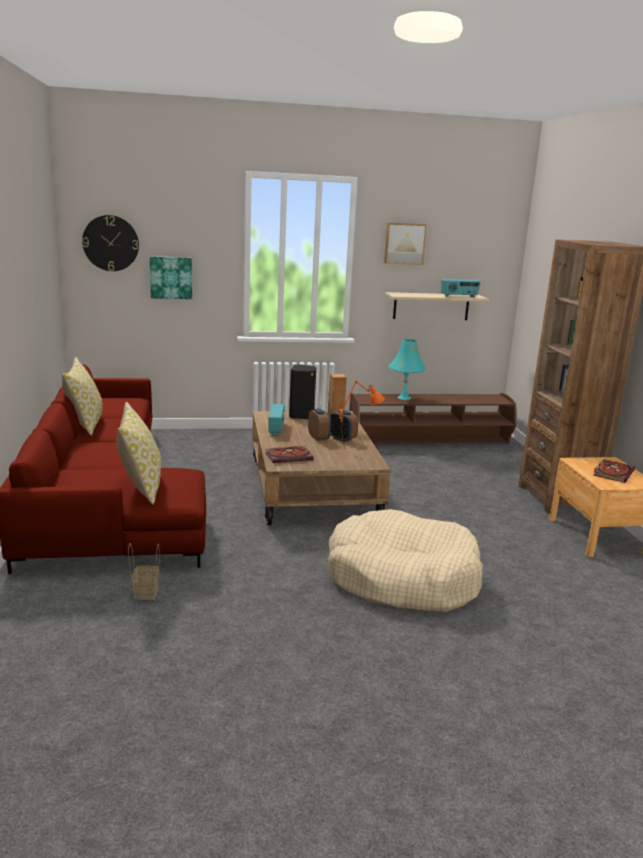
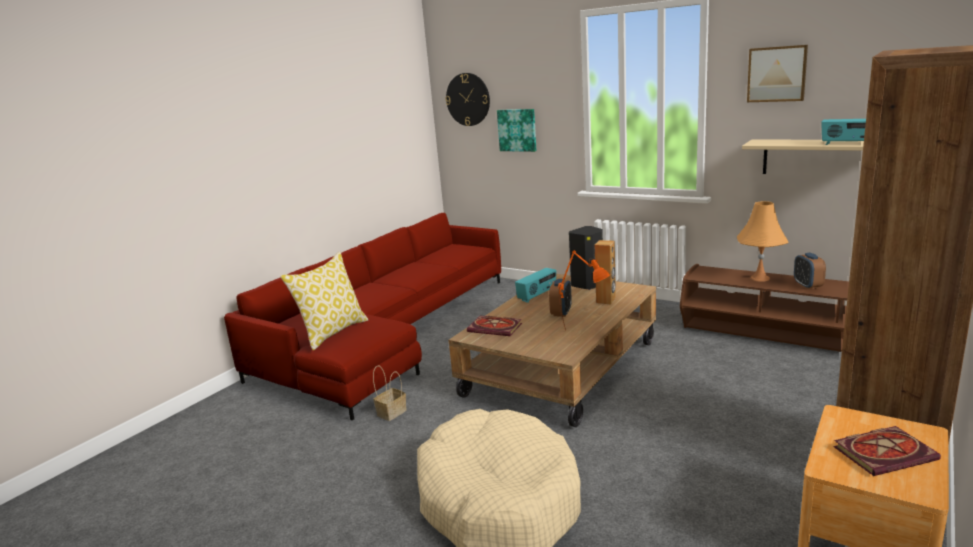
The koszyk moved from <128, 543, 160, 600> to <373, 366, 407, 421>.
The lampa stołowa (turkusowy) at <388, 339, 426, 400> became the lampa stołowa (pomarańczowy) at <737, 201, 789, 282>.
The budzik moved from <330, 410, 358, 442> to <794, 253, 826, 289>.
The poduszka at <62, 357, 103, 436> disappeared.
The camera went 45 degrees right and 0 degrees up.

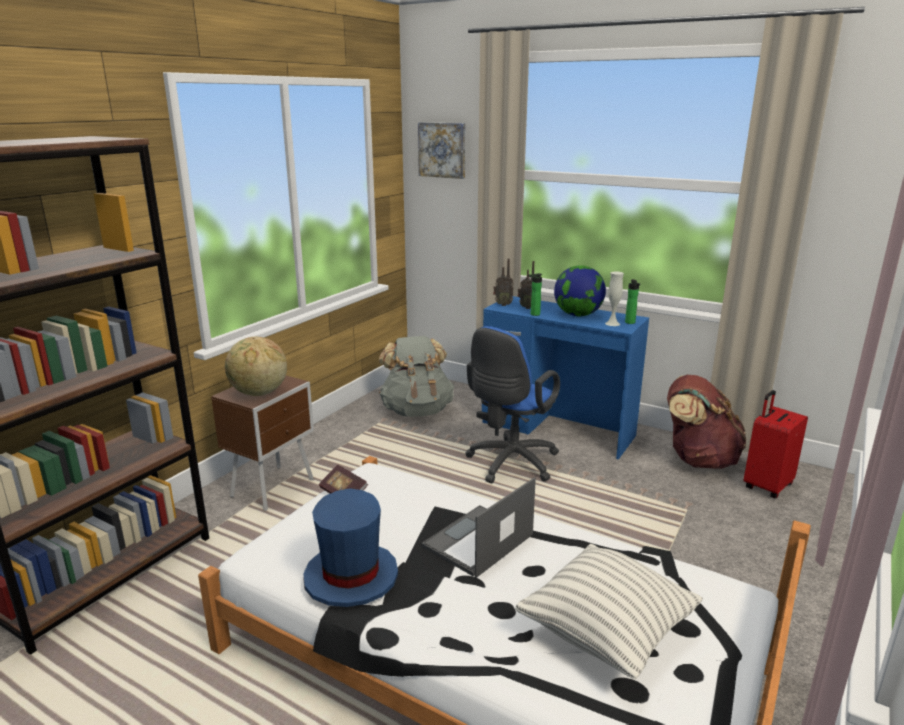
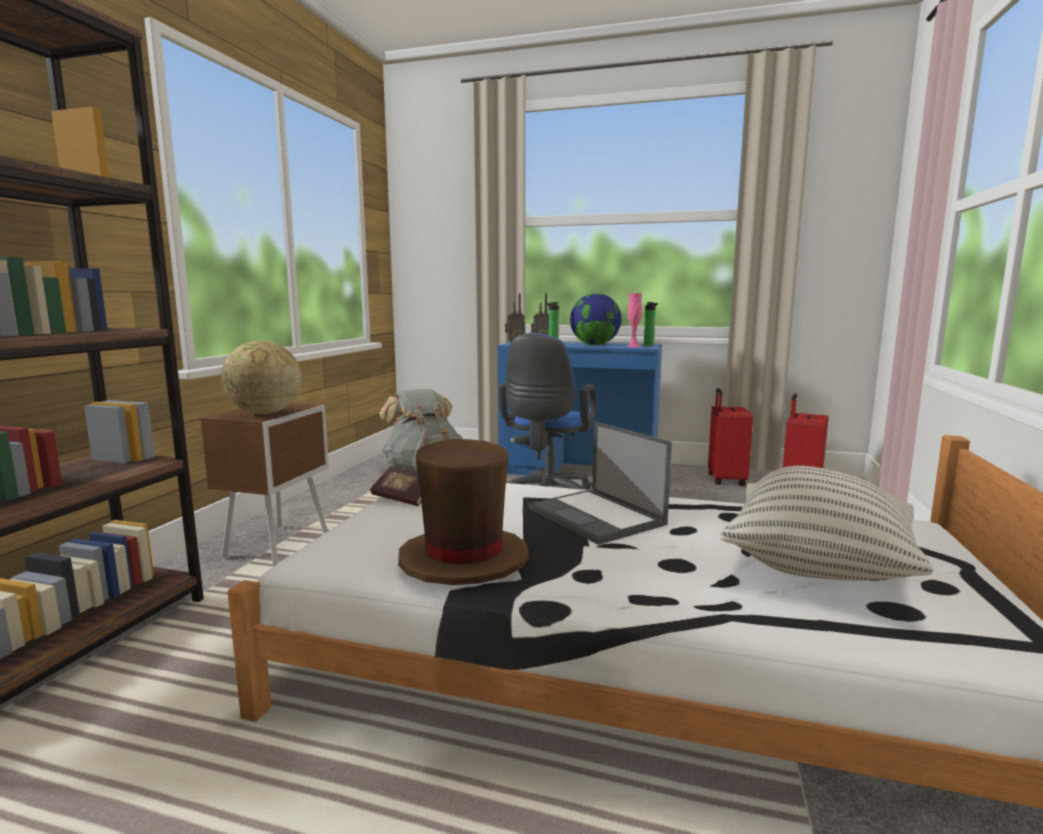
The kapelusz (niebieski) at <303, 488, 398, 607> became the kapelusz (brązowy) at <398, 439, 529, 585>.
The laptop at <422, 477, 536, 578> turned 60 degrees counterclockwise.
The wazon (biały) at <605, 271, 624, 326> became the wazon (różowy) at <626, 293, 642, 347>.
The plecak (brązowy) at <667, 375, 746, 469> was replaced by the walizka (czerwony) at <708, 388, 753, 486>.
The obraz at <418, 122, 465, 179> disappeared.
The camera went 15 degrees left and 10 degrees down.

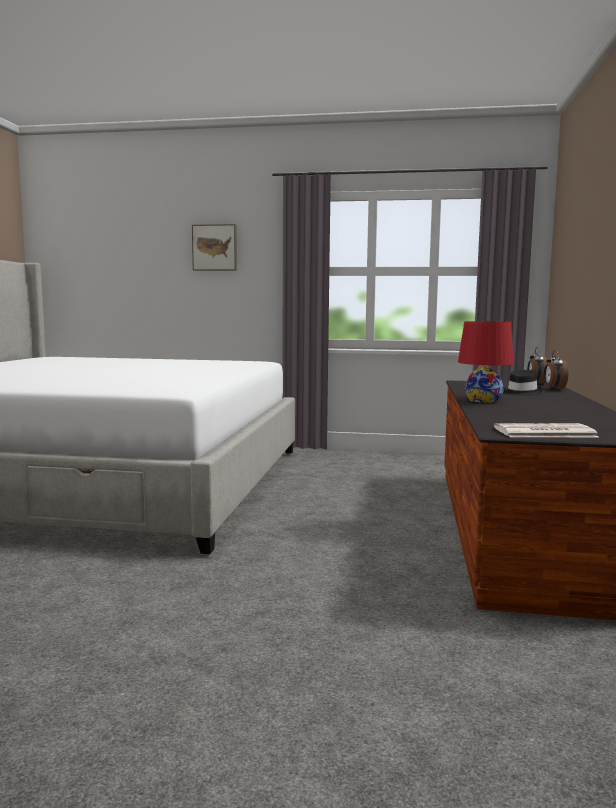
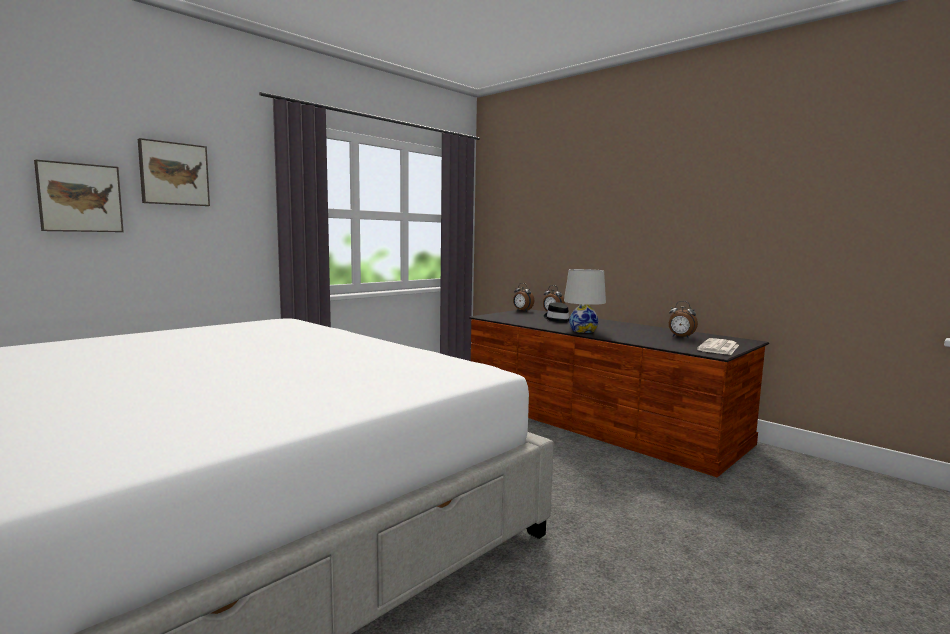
The obraz at <34, 159, 124, 232> appeared.
The lampa stołowa (czerwony) at <458, 321, 514, 403> became the lampa stołowa (biały) at <564, 269, 606, 333>.
The budzik at <669, 301, 698, 338> appeared.
The camera went 55 degrees left and 0 degrees up.

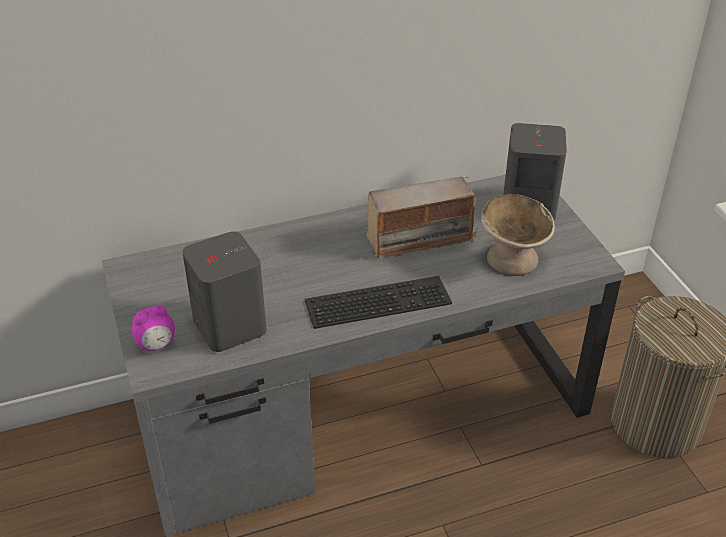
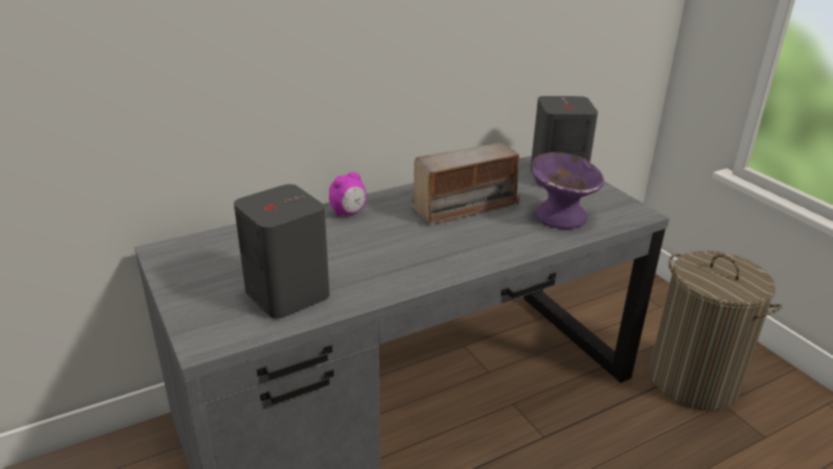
The budzik moved from <132, 305, 175, 351> to <329, 172, 367, 217>.
The miska (beżowy) at <481, 194, 555, 276> became the miska (fioletowy) at <532, 152, 604, 229>.
The klawiatura at <305, 276, 452, 329> disappeared.
The camera went 10 degrees left and 10 degrees down.

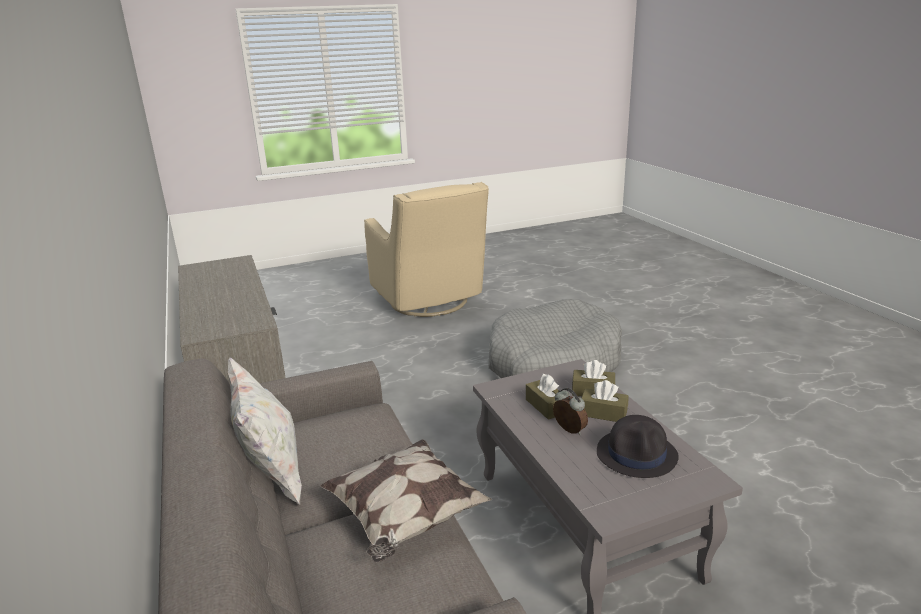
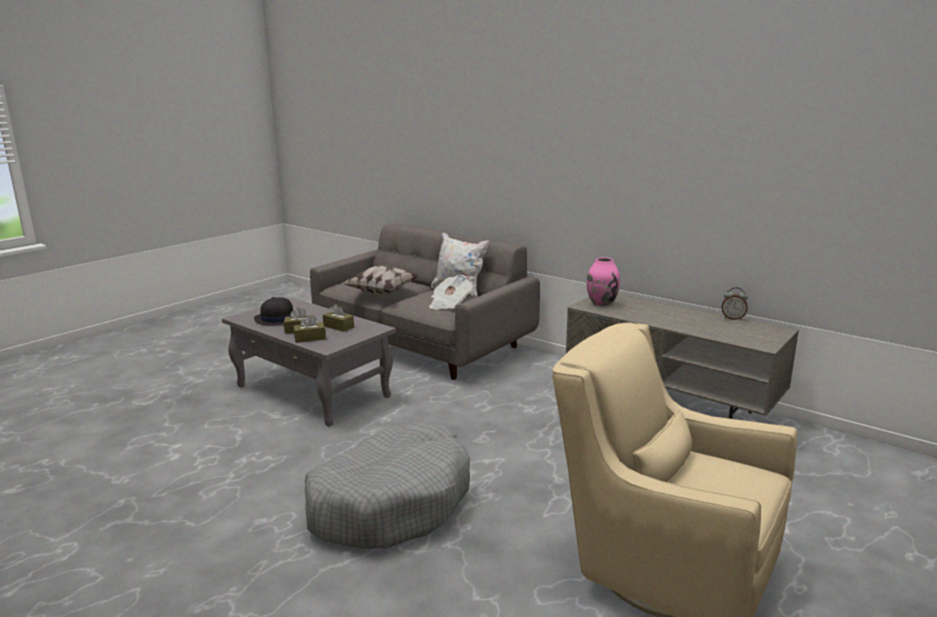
The gazeta at <429, 275, 473, 310> appeared.
The wazon (różowy) at <587, 257, 620, 306> appeared.
The budzik moved from <553, 388, 588, 435> to <722, 287, 748, 320>.
The camera went 150 degrees right and 5 degrees down.

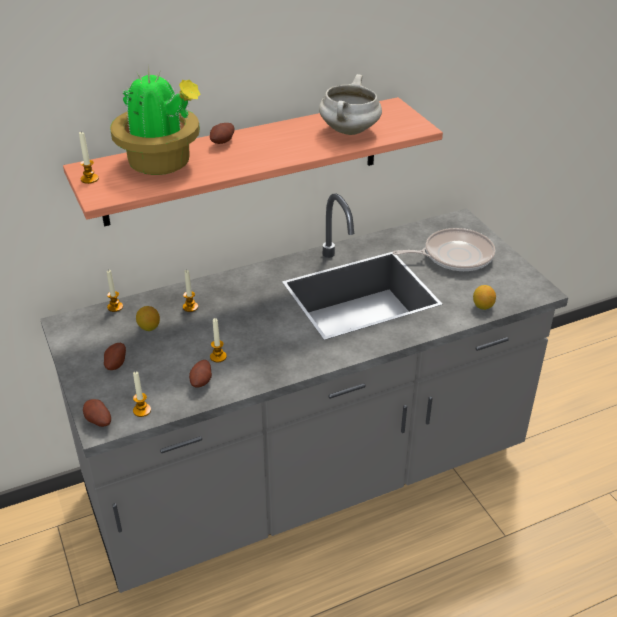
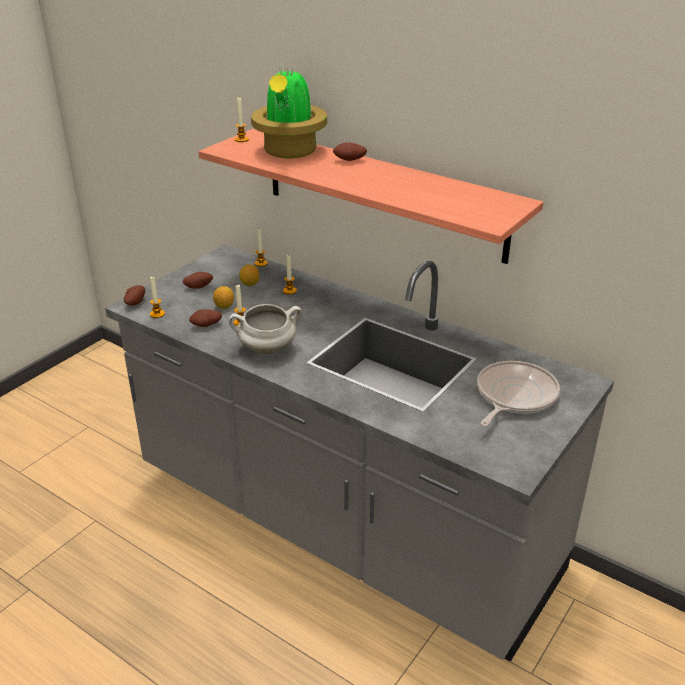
The cytryna moved from <473, 285, 496, 310> to <213, 286, 234, 309>.
The garnek (biały) moved from <319, 74, 382, 135> to <228, 304, 301, 354>.
The patelnia at <393, 228, 495, 271> turned 105 degrees counterclockwise.
The camera went 60 degrees right and 5 degrees down.

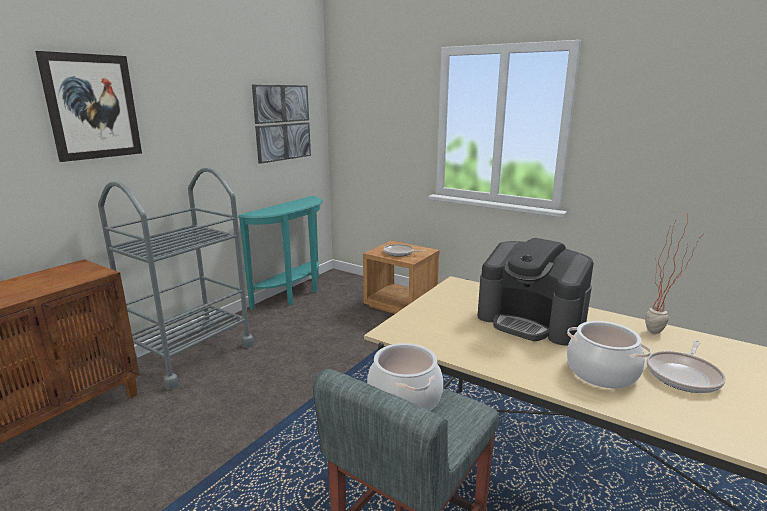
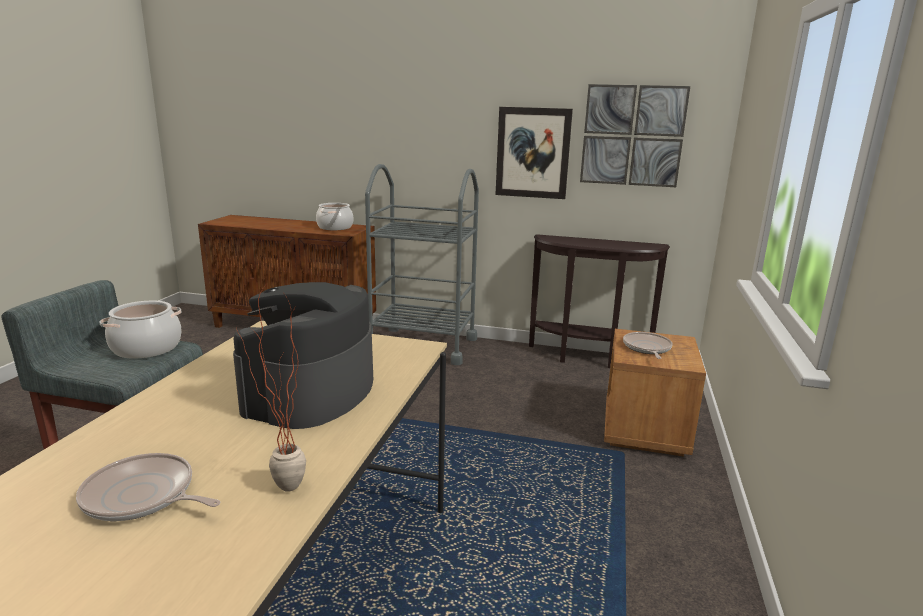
The garnek moved from <567, 321, 651, 389> to <316, 203, 353, 230>.
The obraz moved from <35, 51, 142, 162> to <495, 107, 573, 199>.
The stolik konsolowy (turkusowy) at <238, 196, 323, 309> became the stolik konsolowy (brązowy) at <529, 234, 670, 368>.
The camera went 70 degrees right and 0 degrees up.

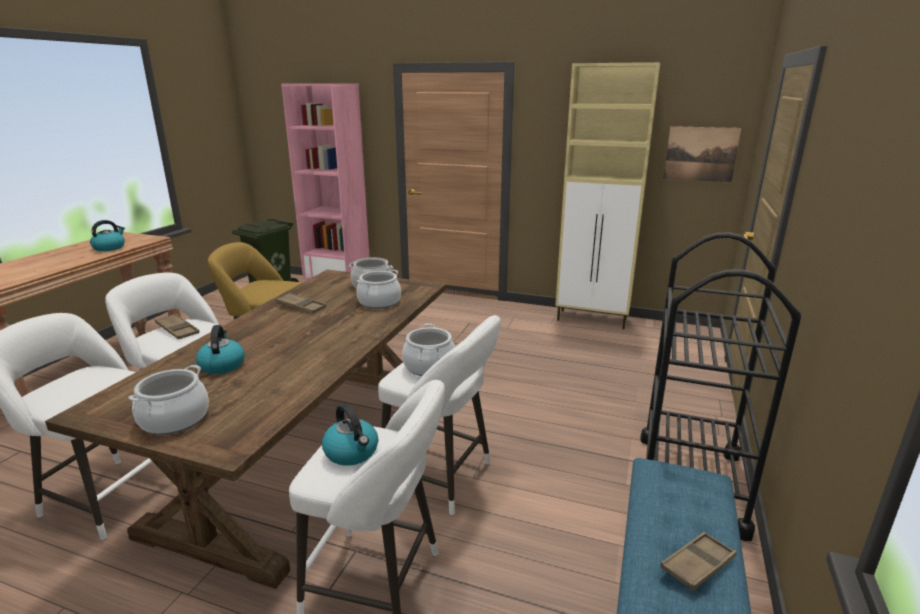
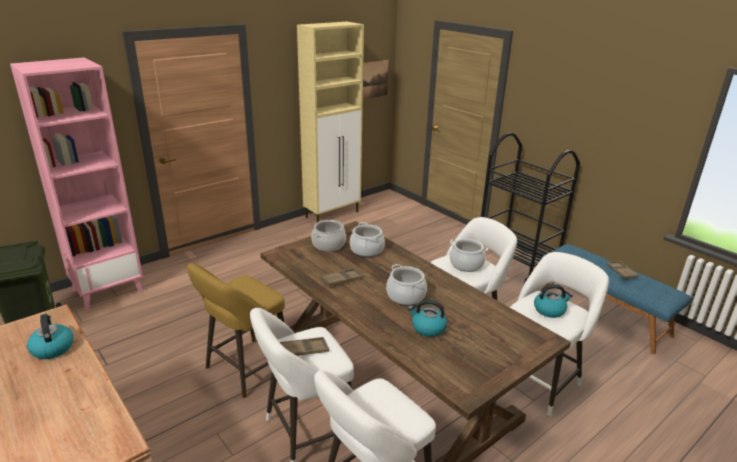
The garnek moved from <128, 365, 209, 435> to <386, 264, 427, 305>.
The camera went 60 degrees left and 5 degrees up.

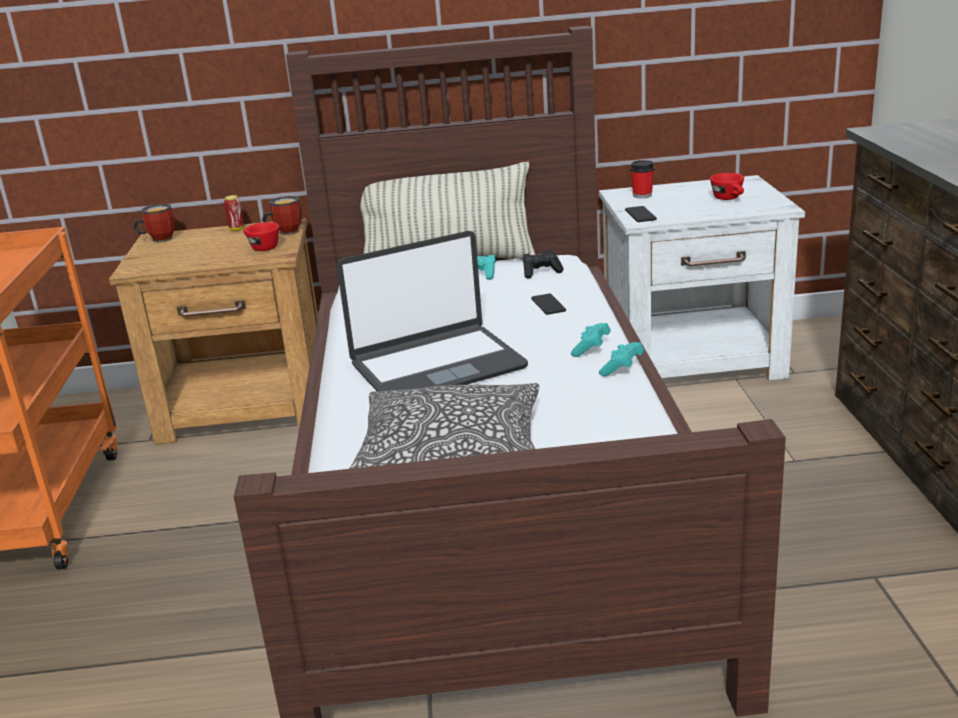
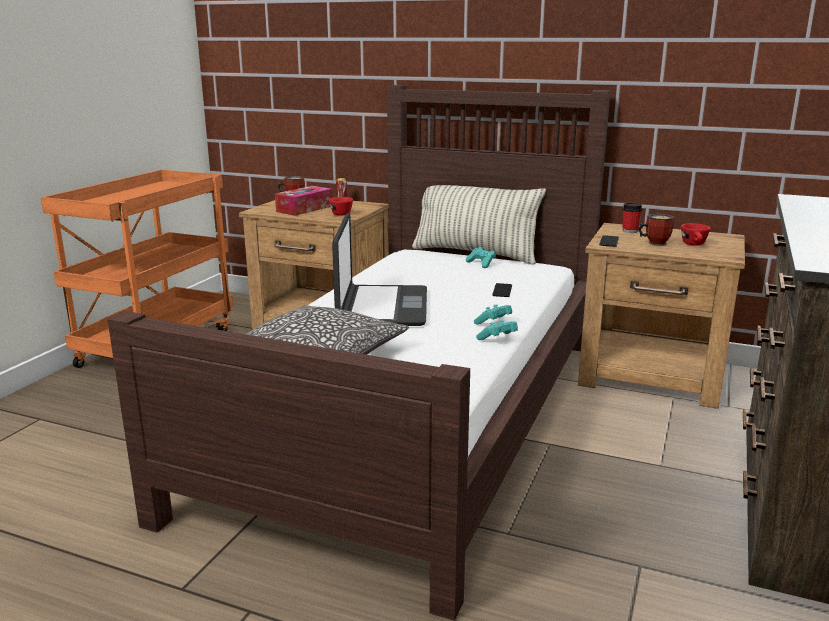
The pudełko chusteczek at <275, 186, 333, 216> appeared.
The laptop at <337, 231, 528, 391> turned 90 degrees counterclockwise.
The szafka nocna (biały) at <599, 175, 805, 381> became the szafka nocna (brązowy) at <578, 223, 745, 409>.
The kubek moved from <262, 196, 302, 235> to <637, 214, 674, 246>.
The pad do gier (czarny) at <523, 250, 564, 279> disappeared.
The camera went 25 degrees right and 5 degrees down.

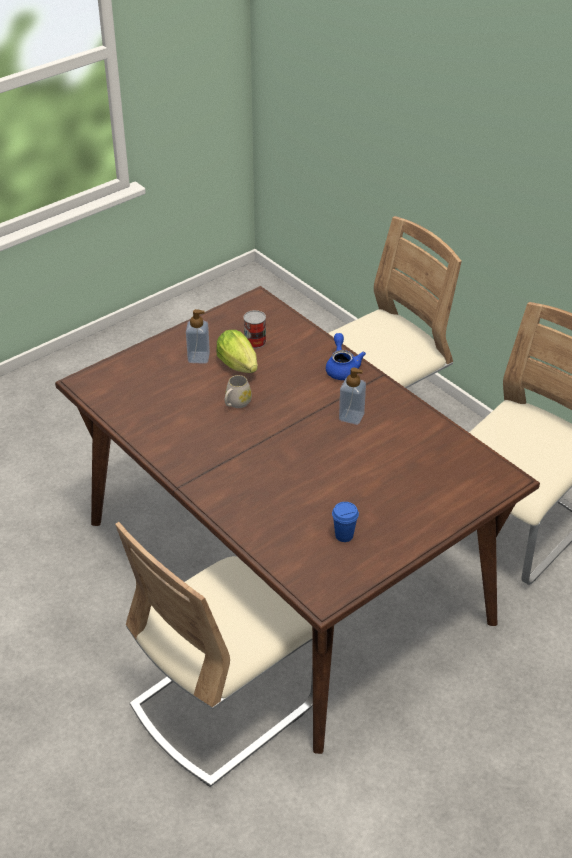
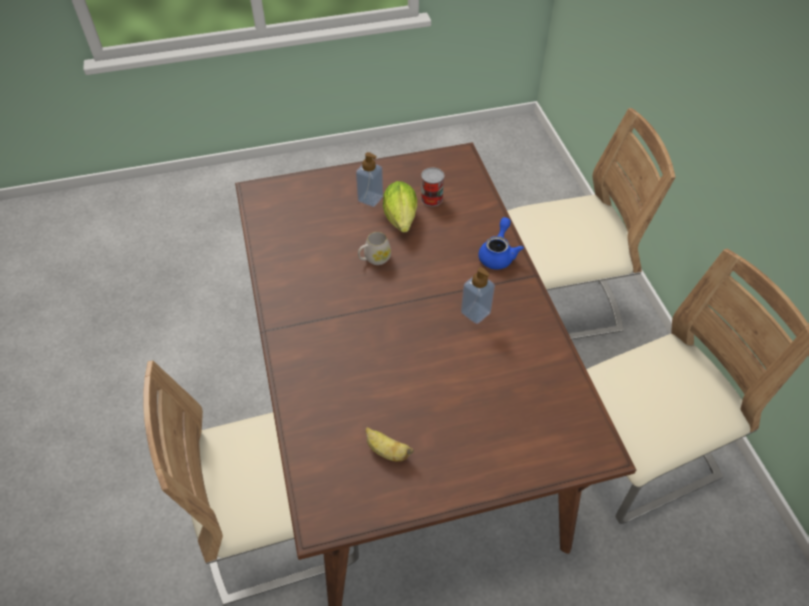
The filiżanka (niebieski) at <332, 502, 359, 542> was replaced by the banan at <366, 427, 414, 462>.
The camera went 25 degrees right and 10 degrees up.

